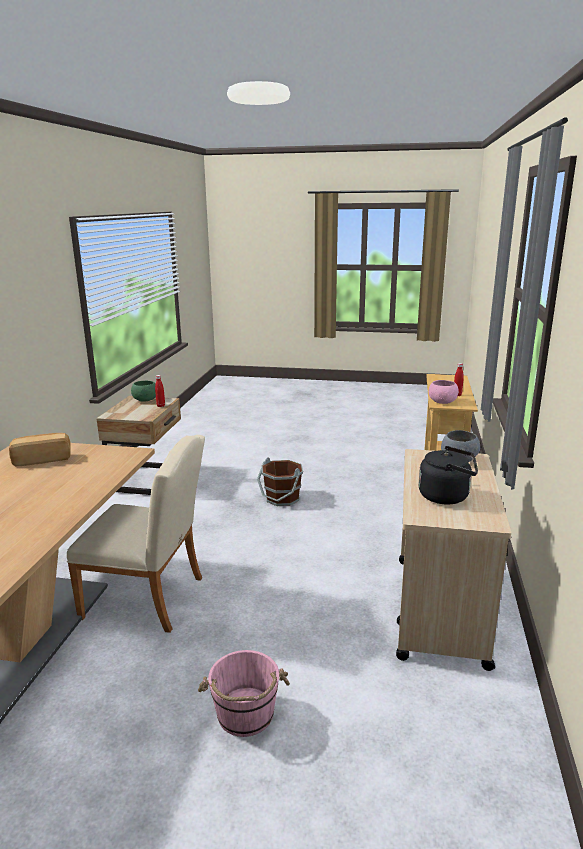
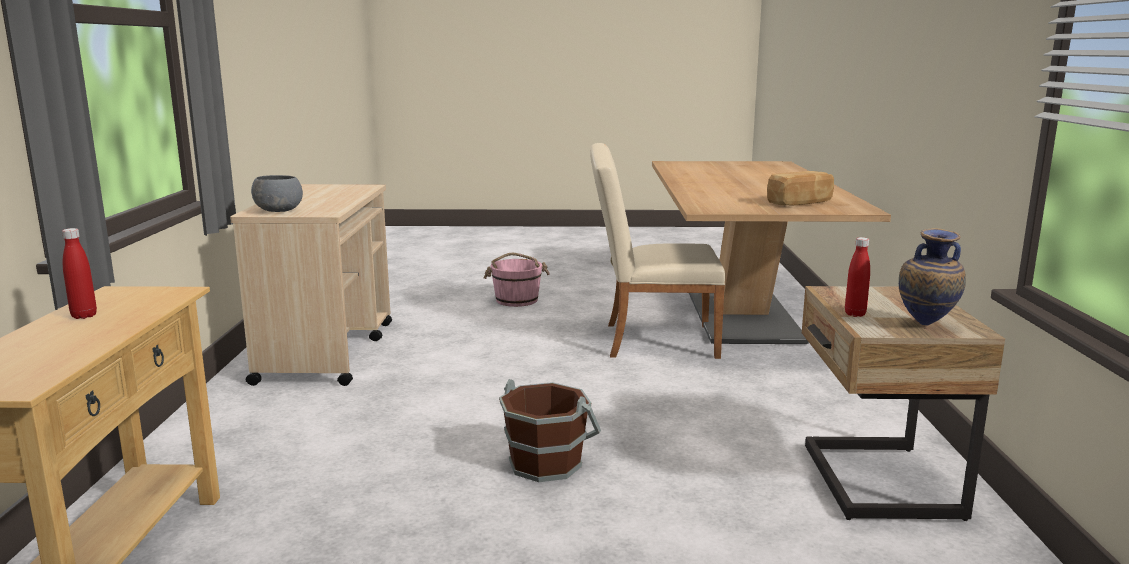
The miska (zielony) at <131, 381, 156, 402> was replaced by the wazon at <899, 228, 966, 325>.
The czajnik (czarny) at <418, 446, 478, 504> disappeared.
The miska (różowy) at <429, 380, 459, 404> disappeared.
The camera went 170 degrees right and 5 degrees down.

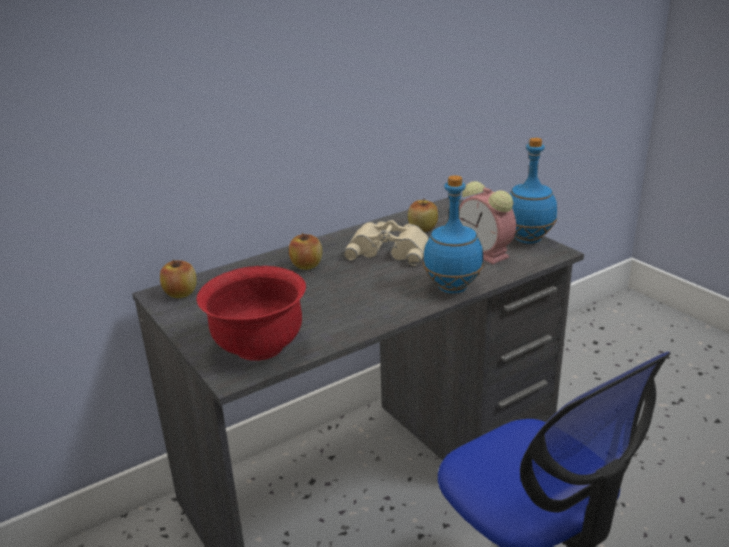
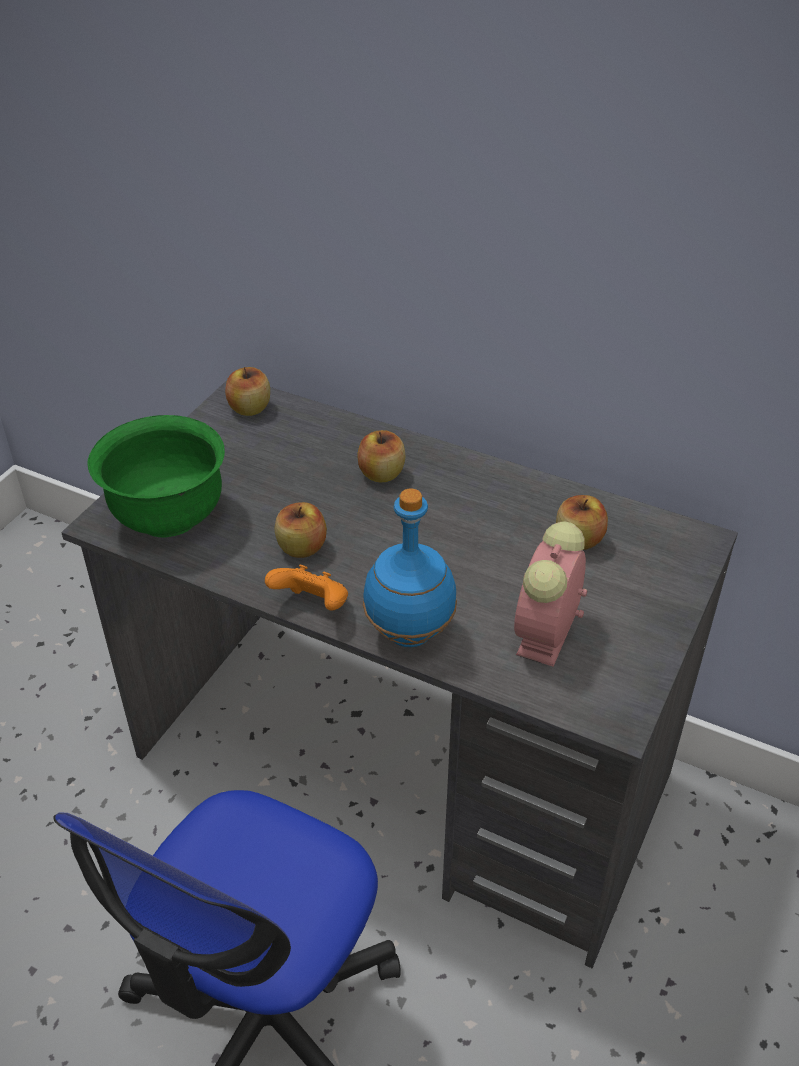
The miska (czerwony) at <197, 266, 306, 361> became the miska (zielony) at <87, 415, 225, 538>.
The pad do gier (pomarańczowy) at <265, 565, 348, 610> appeared.
The jabłko at <275, 502, 327, 558> appeared.
The lornetka (beżowy) at <344, 220, 429, 266> disappeared.
The butelka (niebieski) at <509, 138, 557, 244> disappeared.
The camera went 60 degrees right and 15 degrees up.

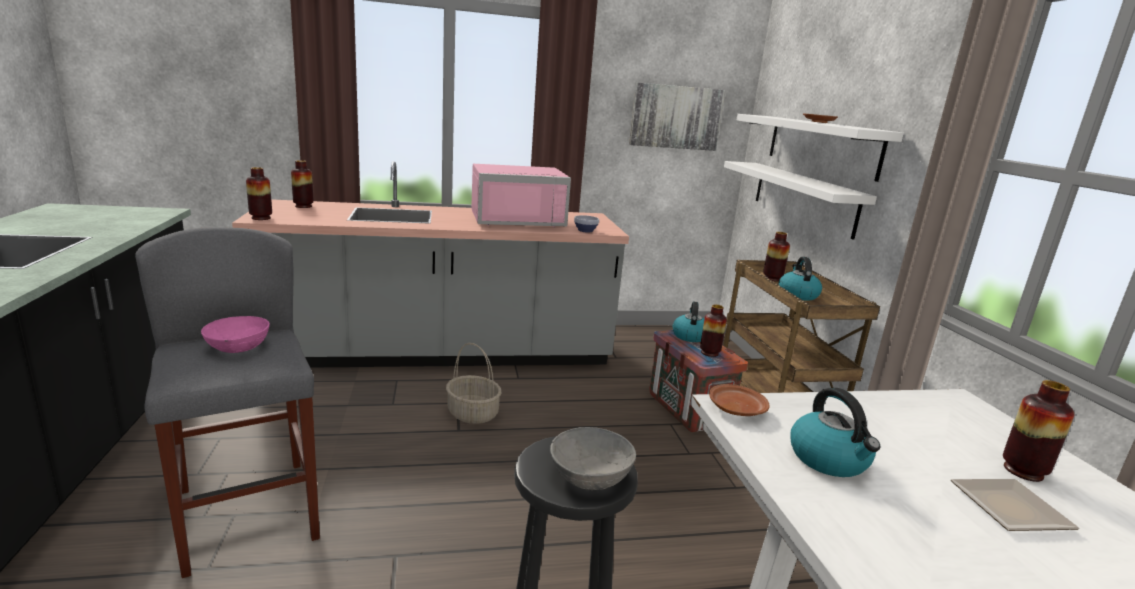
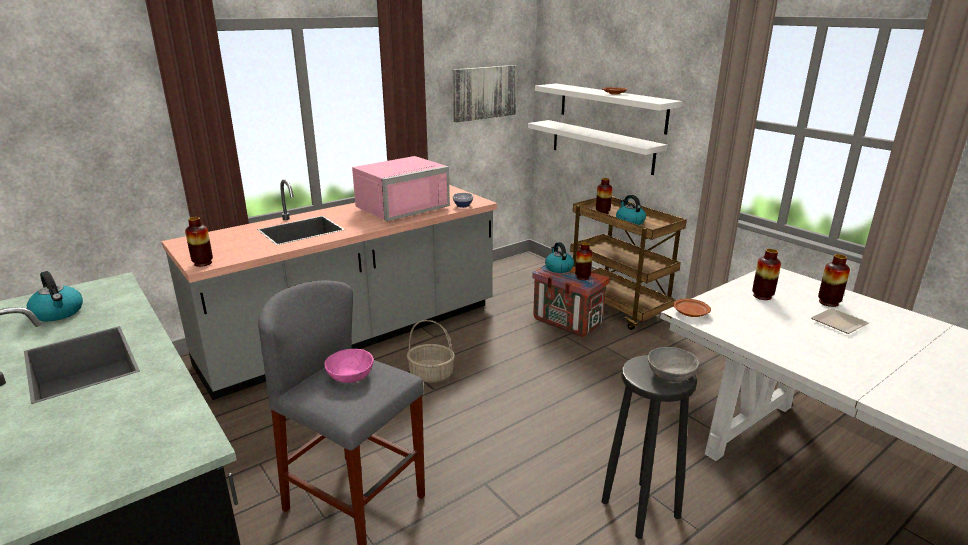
The czajnik moved from <790, 388, 880, 477> to <27, 271, 83, 321>.
The wazon moved from <291, 160, 314, 208> to <752, 249, 781, 300>.
The camera went 25 degrees left and 5 degrees up.

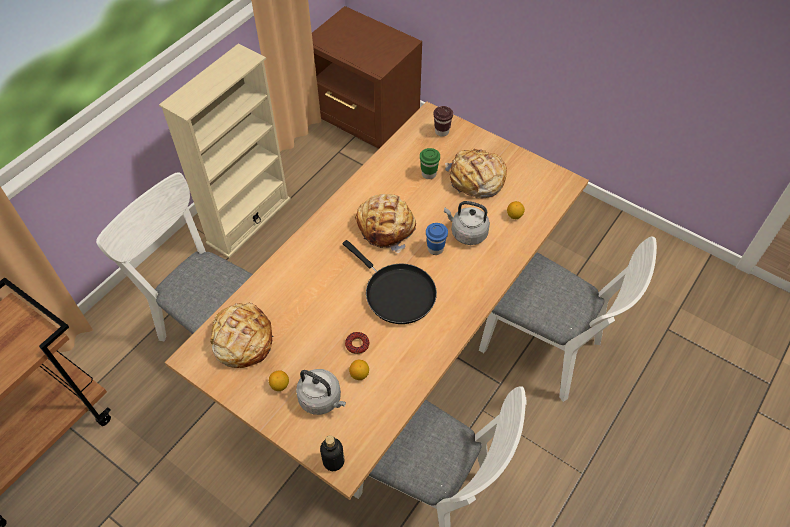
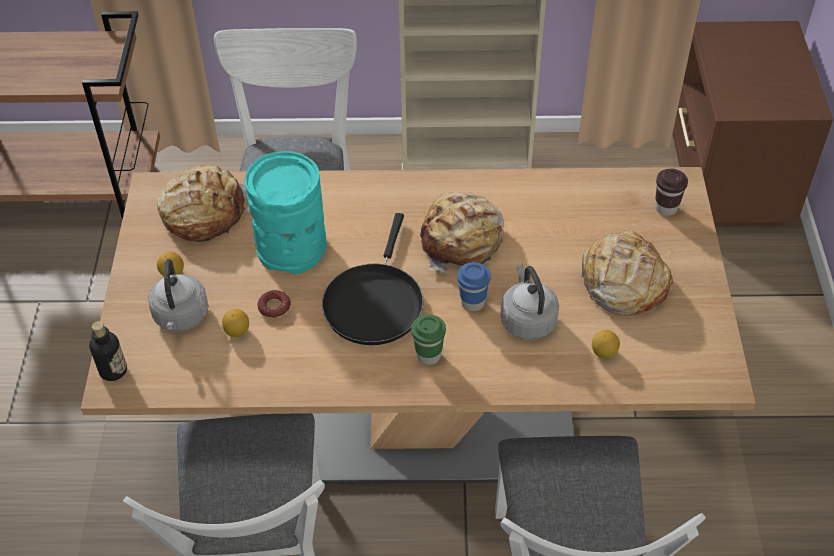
The wazon (turkusowy) at <245, 151, 327, 275> appeared.
The filiżanka (zielony) moved from <420, 148, 440, 179> to <411, 314, 446, 365>.
The camera went 55 degrees right and 5 degrees down.

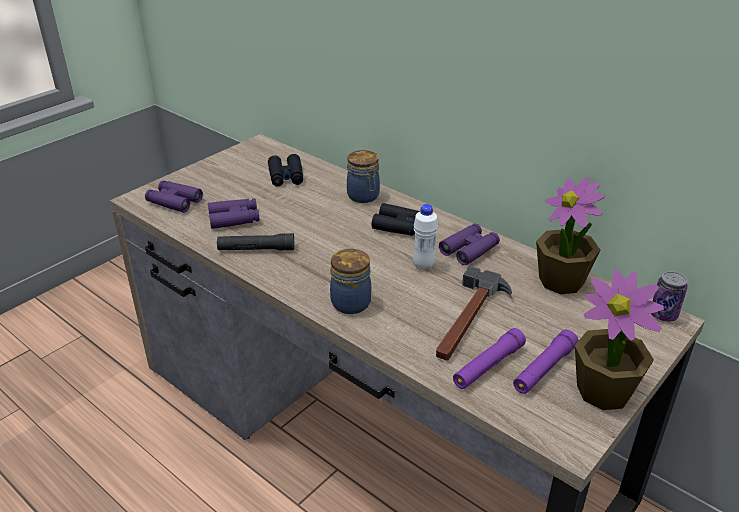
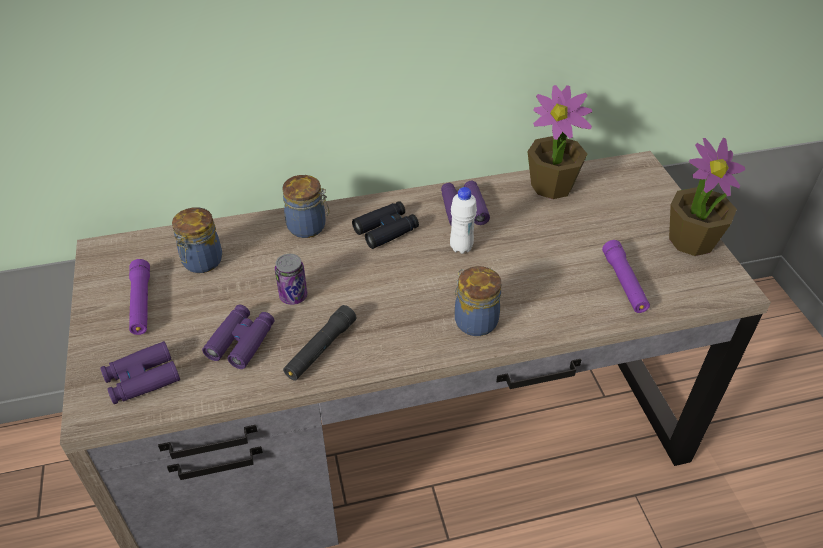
The latarka (fioletowy) moved from <513, 329, 578, 394> to <129, 259, 150, 335>.
The lornetka (czarny) at <268, 154, 303, 186> was replaced by the słoik at <172, 207, 222, 273>.
The puszka moved from <651, 271, 688, 322> to <275, 254, 308, 305>.
The młotek at <436, 266, 512, 360> disappeared.
The camera went 55 degrees left and 10 degrees up.

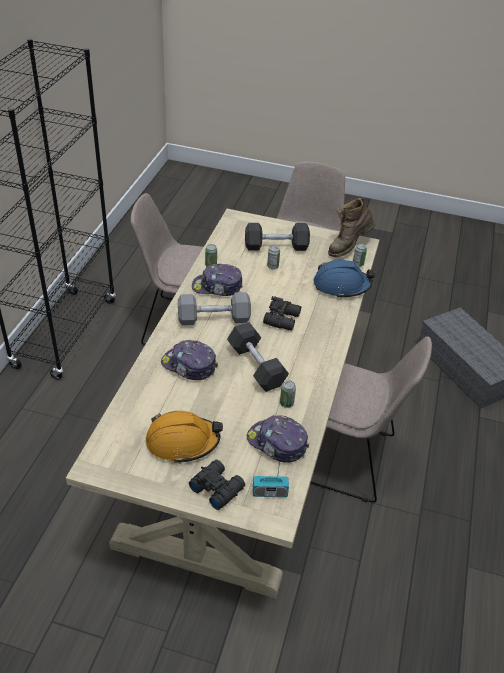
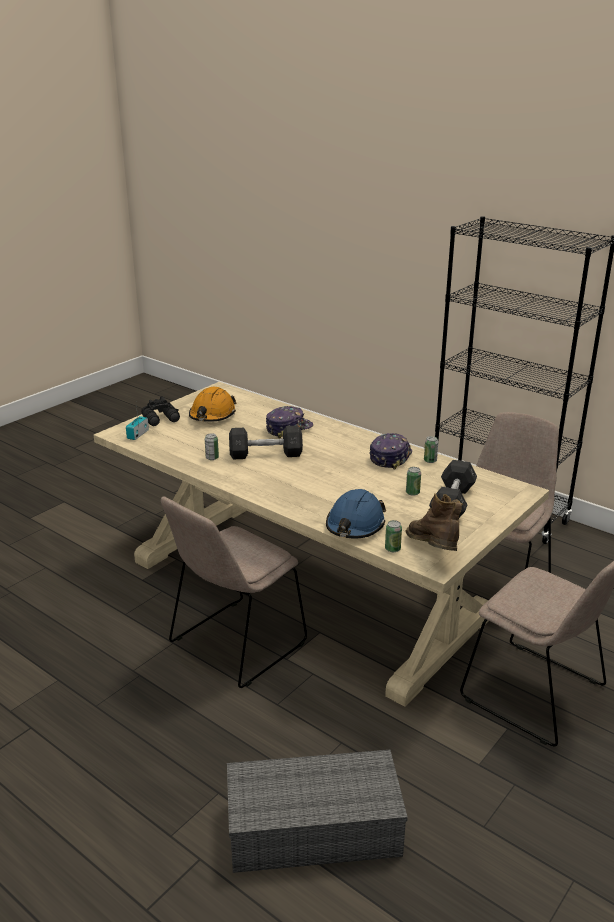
The hantel (szary) at <178, 292, 251, 325> disappeared.
The czapka z daszkiem at <247, 415, 309, 463> disappeared.
The lornetka (czarny) at <263, 296, 301, 331> disappeared.
The camera went 115 degrees right and 15 degrees down.

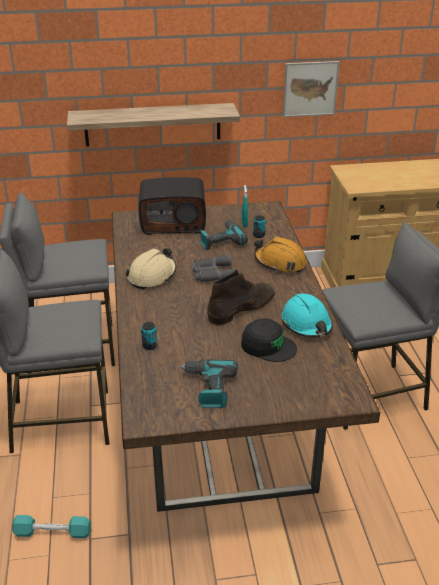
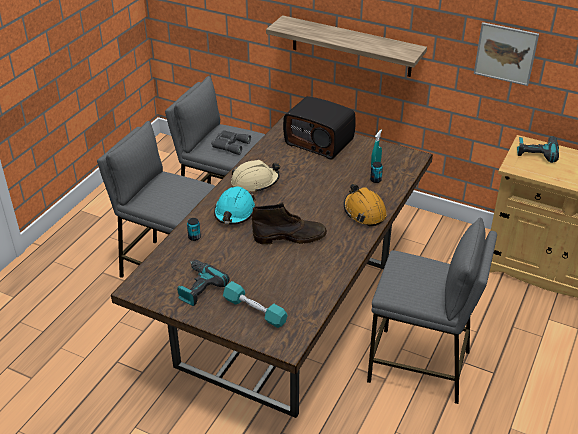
The lornetka (szary) moved from <191, 255, 236, 282> to <211, 130, 251, 155>.
The kask (turkusowy) moved from <282, 293, 333, 338> to <214, 186, 256, 225>.
The hantel (turkusowy) moved from <12, 515, 91, 538> to <223, 281, 288, 328>.
The wiertarka moved from <199, 220, 248, 250> to <517, 136, 559, 163>.
The czapka z daszkiem (czarny) at <241, 318, 297, 362> disappeared.
The camera went 35 degrees right and 5 degrees up.

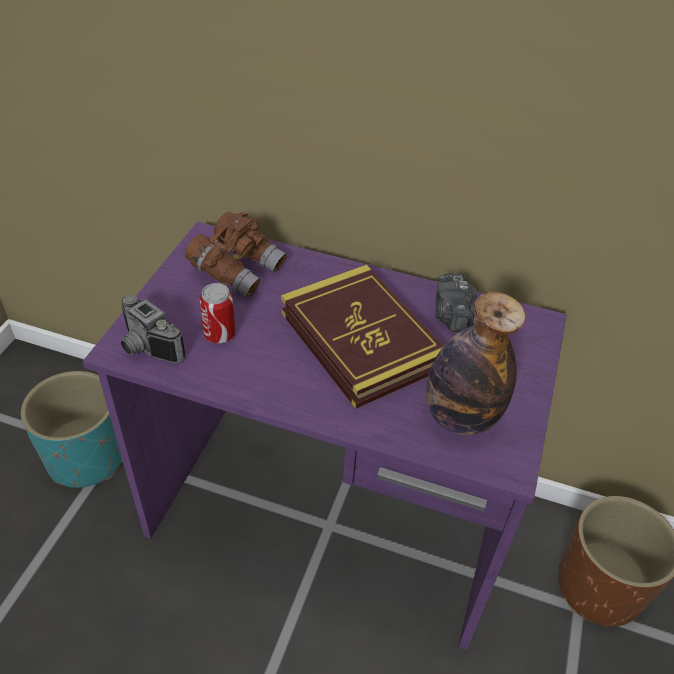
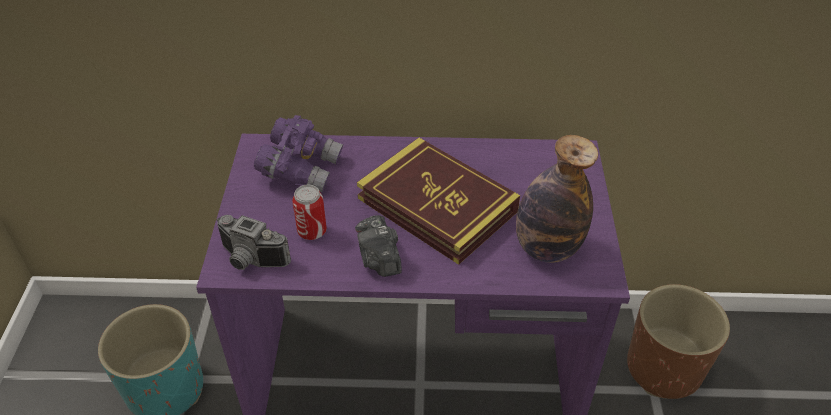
The lornetka (brązowy) at <185, 211, 287, 298> became the lornetka (fioletowy) at <254, 115, 343, 192>.
The aparat fotograficzny moved from <436, 272, 477, 332> to <355, 215, 402, 277>.
The camera went 15 degrees left and 0 degrees up.

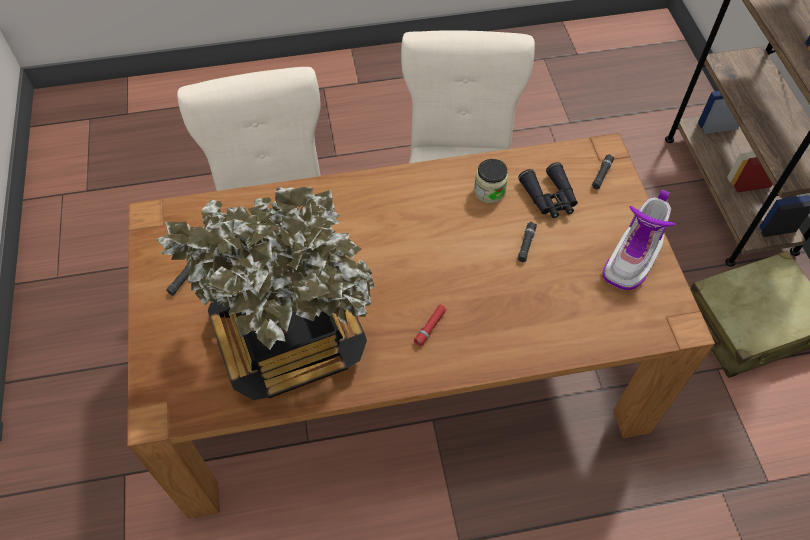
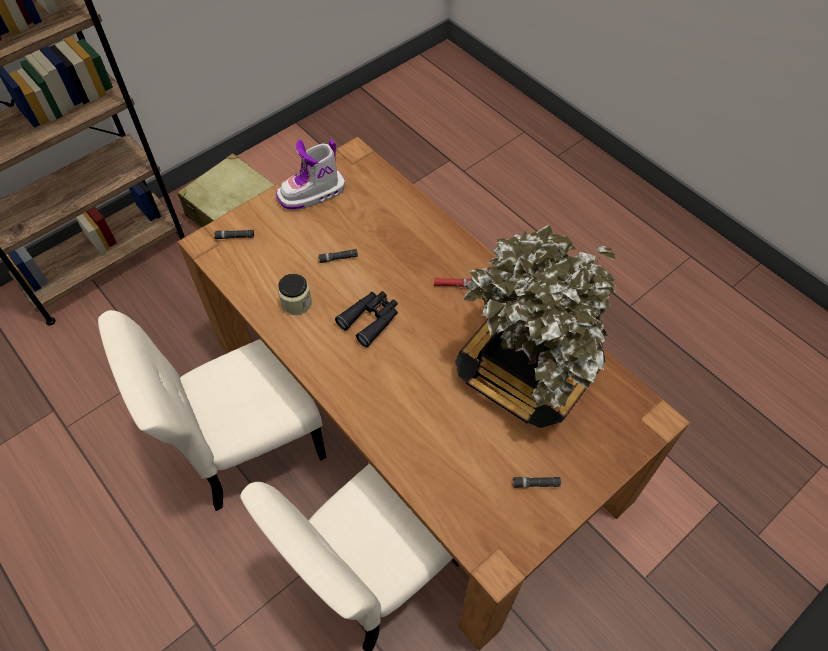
The but z cholewką at <602, 190, 676, 290> turned 150 degrees clockwise.
The lornetka (czarny) moved from <518, 162, 578, 218> to <335, 291, 398, 347>.
The camera went 120 degrees left and 0 degrees up.

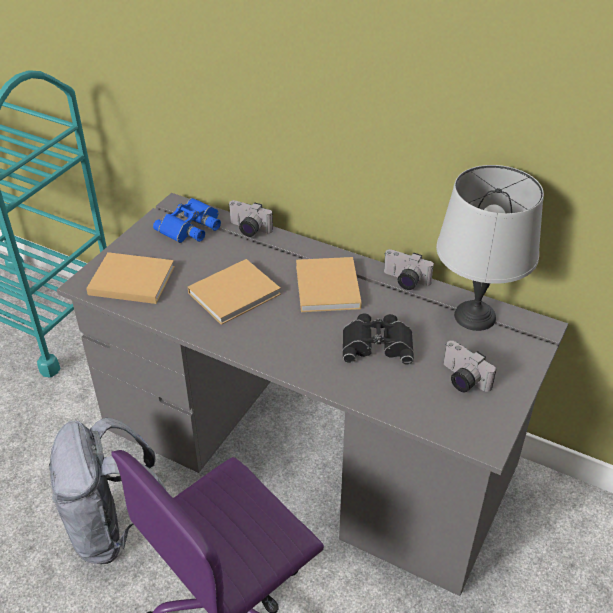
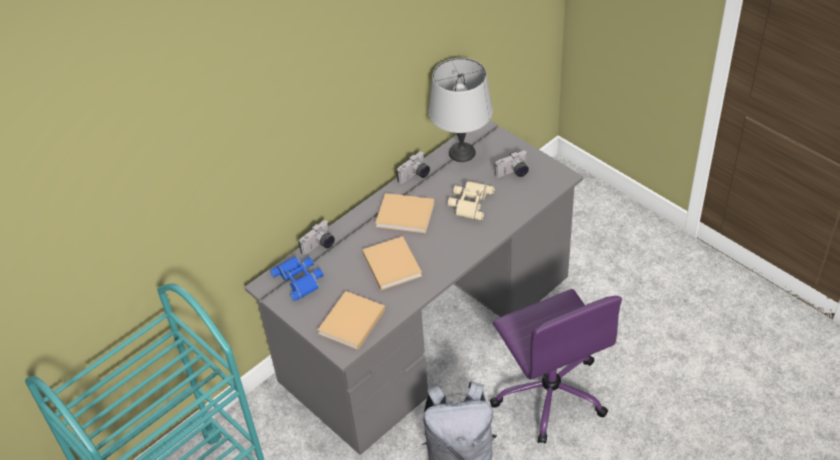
The lornetka (czarny) at <342, 314, 414, 365> became the lornetka (beżowy) at <448, 181, 495, 221>.
The camera went 70 degrees left and 5 degrees up.

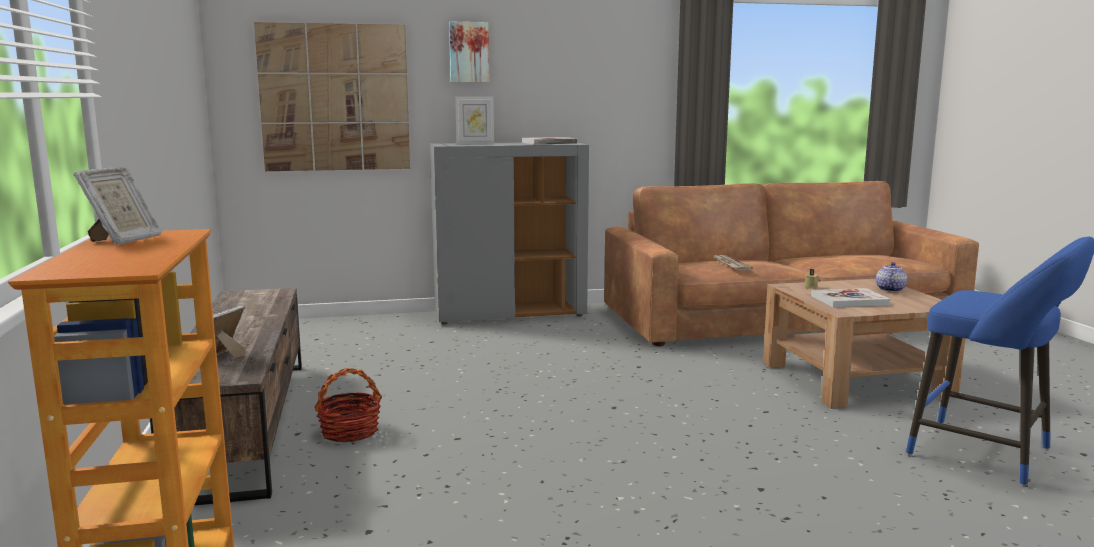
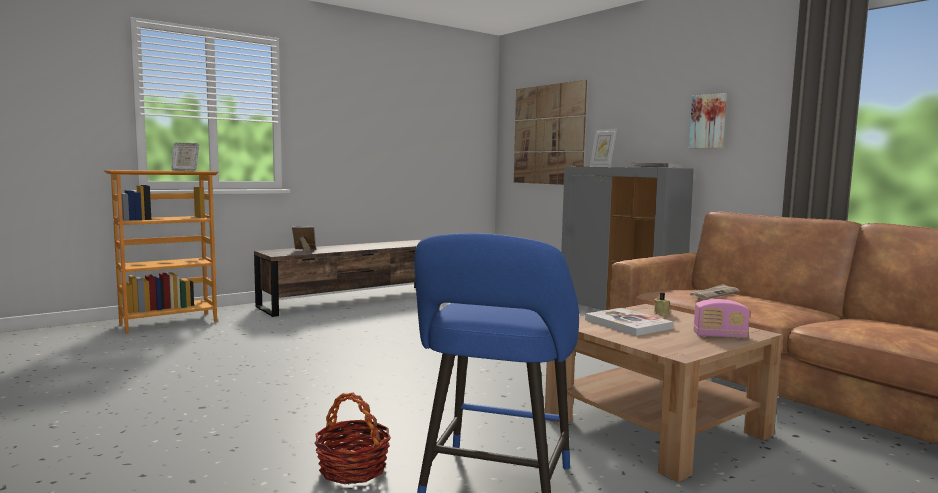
The koszyk moved from <314, 368, 382, 443> to <314, 392, 391, 484>.
The obraz moved from <449, 22, 489, 82> to <689, 93, 727, 148>.
The imbryk at <876, 262, 907, 292> was replaced by the radio at <694, 299, 750, 339>.
The camera went 65 degrees right and 5 degrees down.

